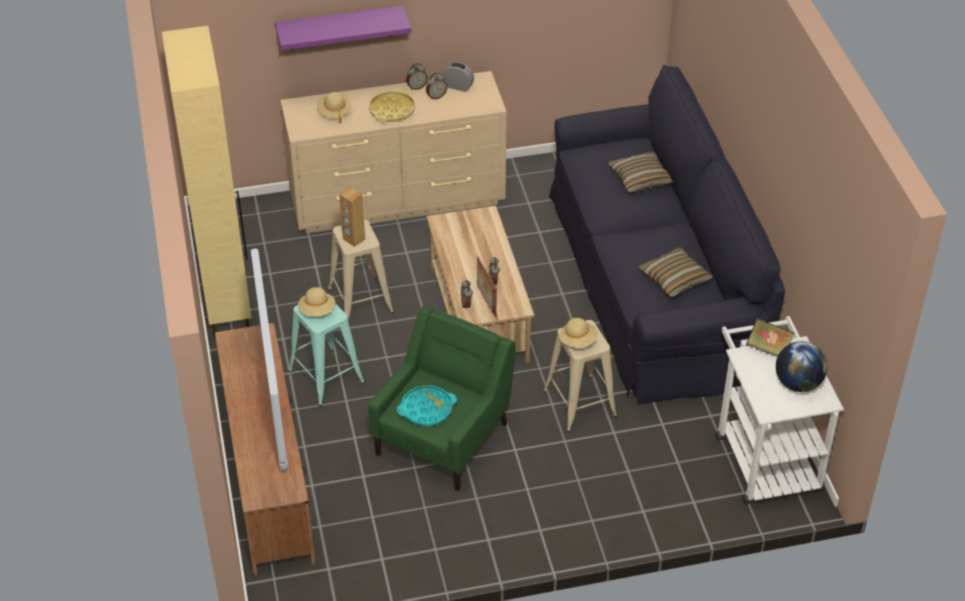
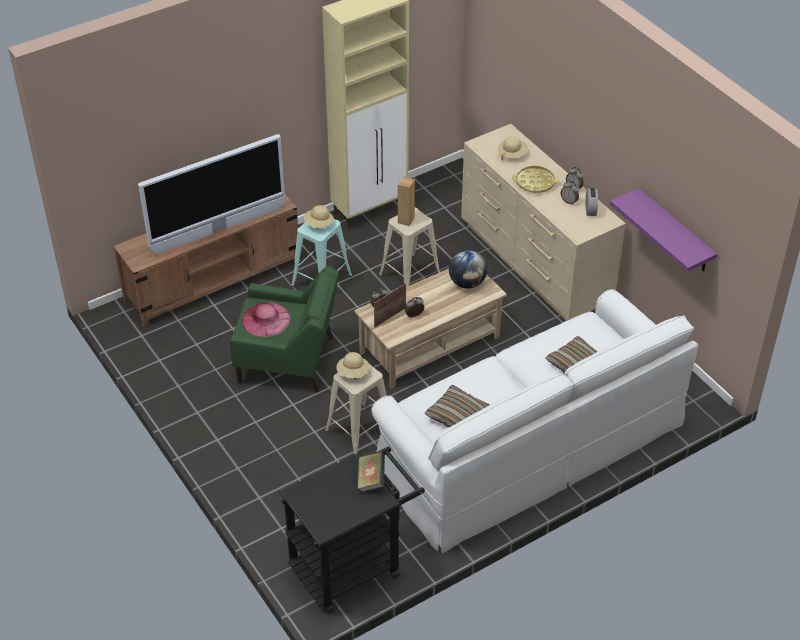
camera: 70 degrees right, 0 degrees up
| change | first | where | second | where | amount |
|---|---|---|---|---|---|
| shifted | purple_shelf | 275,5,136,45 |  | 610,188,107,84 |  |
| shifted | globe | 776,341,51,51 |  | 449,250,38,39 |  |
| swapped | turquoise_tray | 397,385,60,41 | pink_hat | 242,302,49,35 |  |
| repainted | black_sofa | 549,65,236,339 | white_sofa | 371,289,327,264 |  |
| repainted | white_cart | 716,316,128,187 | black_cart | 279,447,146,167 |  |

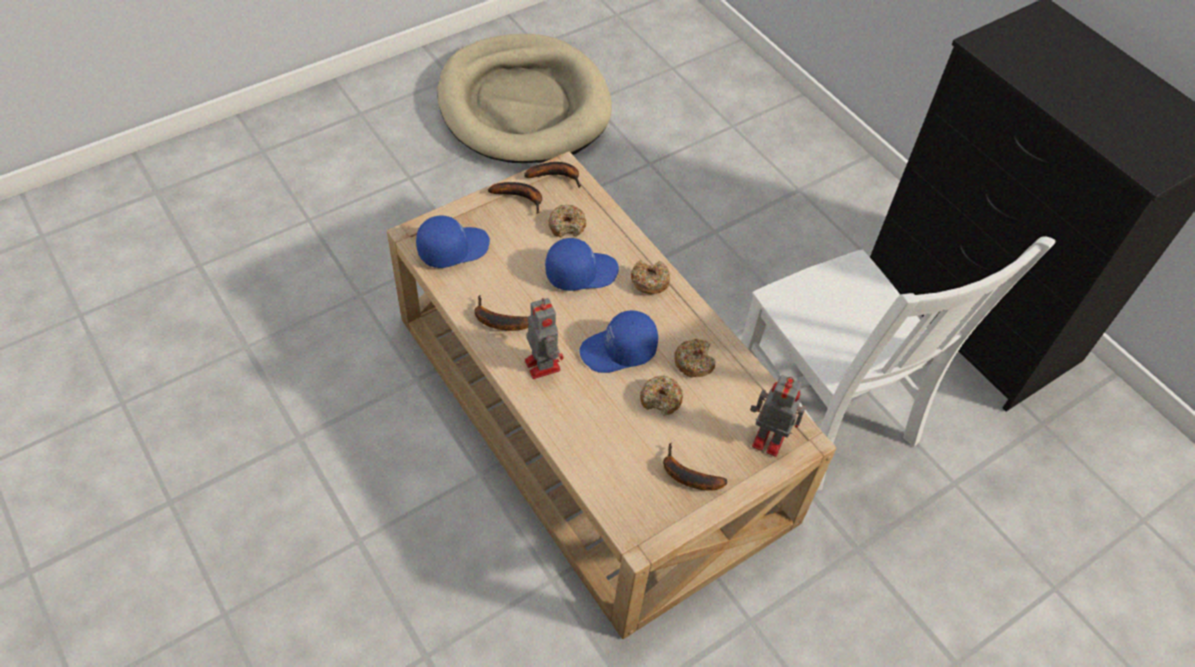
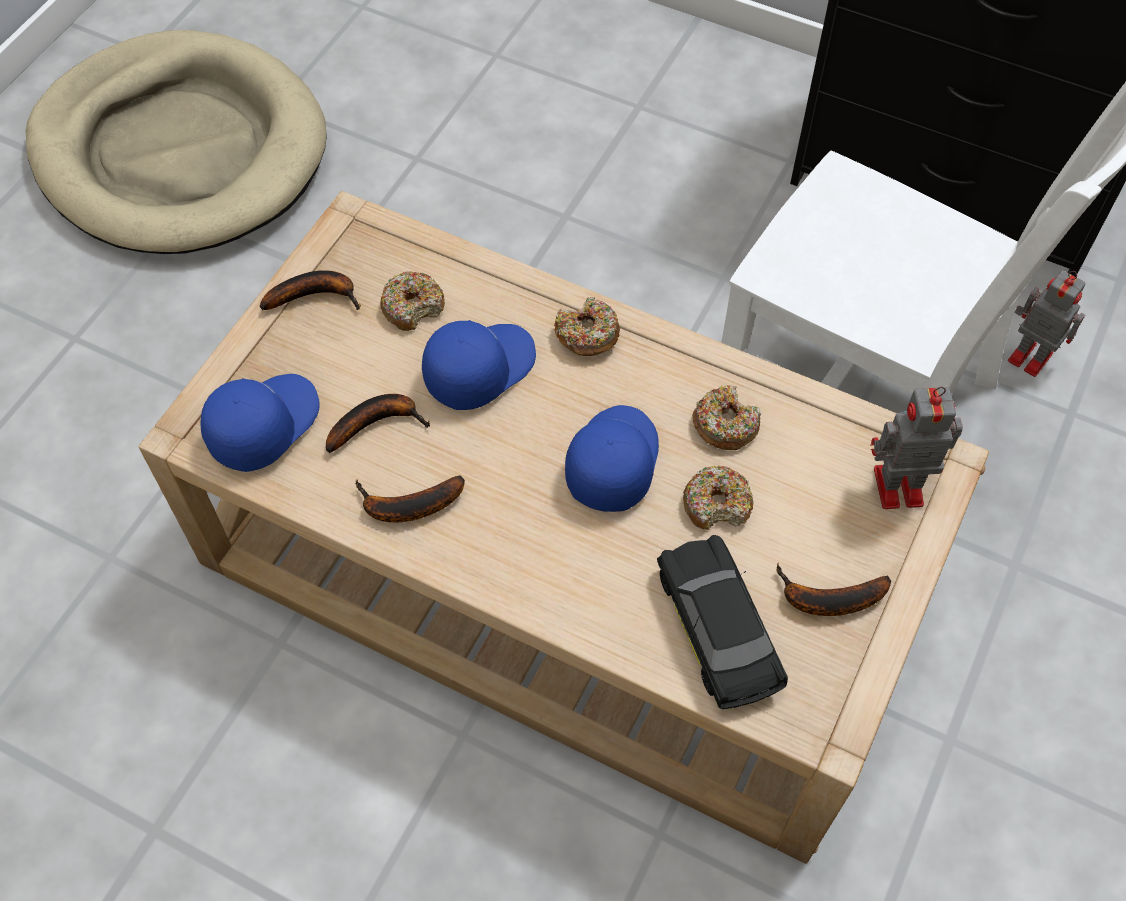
camera: 25 degrees left, 5 degrees up
| change | first | where | second | where | amount |
|---|---|---|---|---|---|
| new |  |  | black_toy_car | 657,535,131,174 |  |
| shifted | banana | 524,162,57,26 |  | 326,394,105,59 |  |
| shifted | toy_robot | 525,298,39,81 |  | 1008,270,78,107 |  |
| rotated | blue_cap | 579,310,79,63 |  | 565,405,94,107 | 150 degrees clockwise |

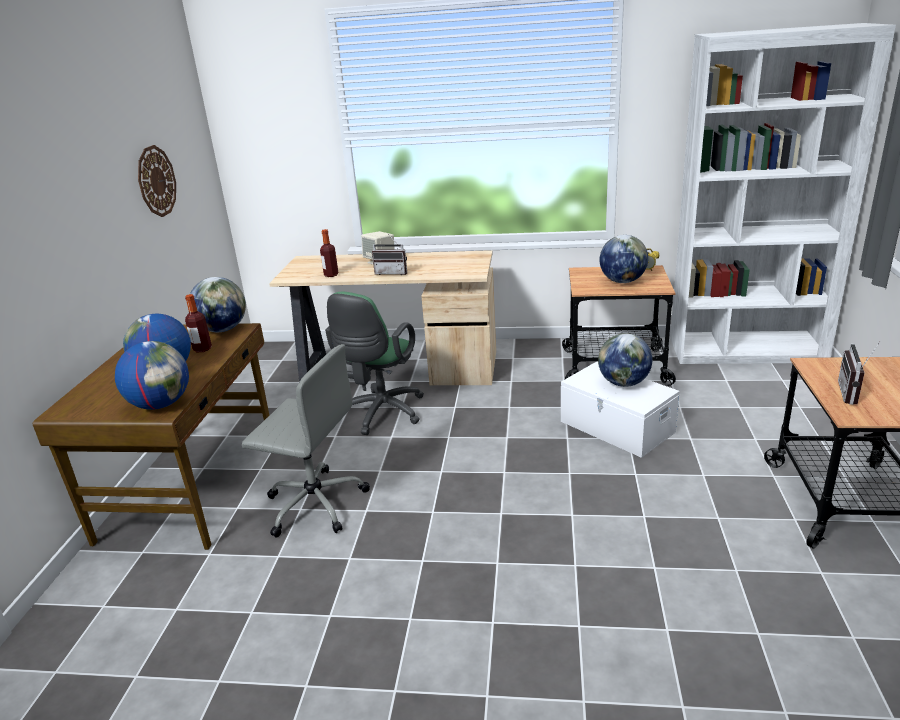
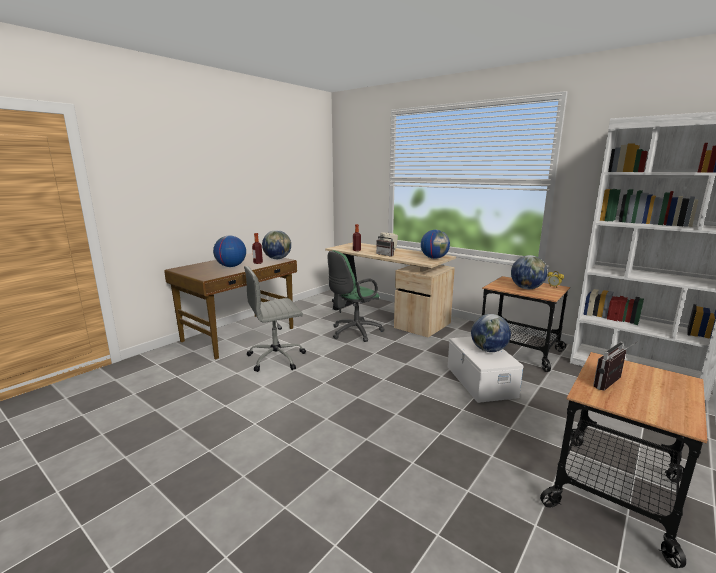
camera: 30 degrees right, 10 degrees down
| change | first | where | second | where | amount |
|---|---|---|---|---|---|
| gone | wall_clock | 138,145,38,72 |  |  |  |
| shifted | globe | 115,341,74,69 |  | 421,230,29,29 |  |
| rotated | grey_office_chair | 242,344,128,194 |  | 244,266,62,106 | 105 degrees clockwise |

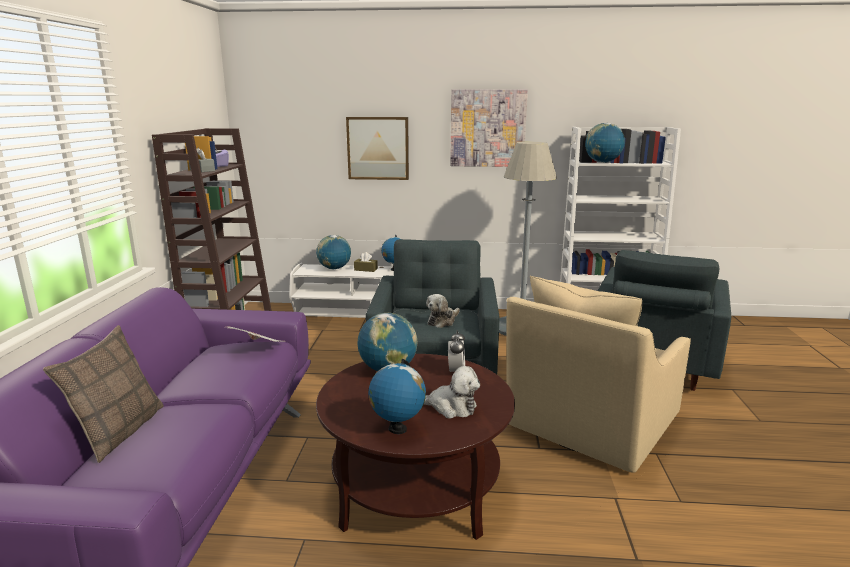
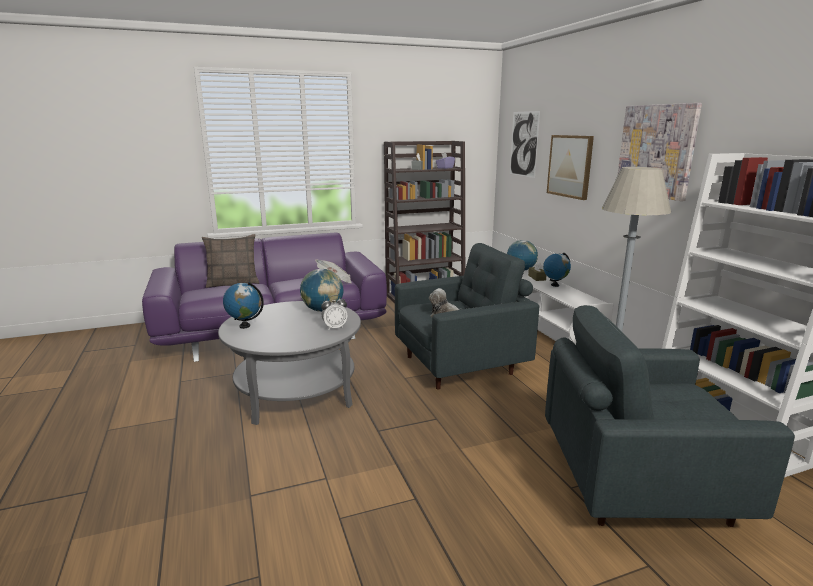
camera: 65 degrees right, 0 degrees up
| change | first | where | second | where | amount |
|---|---|---|---|---|---|
| gone | plush_toy | 424,366,56,53 |  |  |  |
| gone | beige_armchair | 506,276,185,197 |  |  |  |
| gone | globe | 585,123,40,40 |  |  |  |
| new |  |  | picture | 510,111,30,67 |  |
| repainted | brown_coffee_table | 316,354,199,186 | grey_coffee_table | 218,301,143,124 |  |

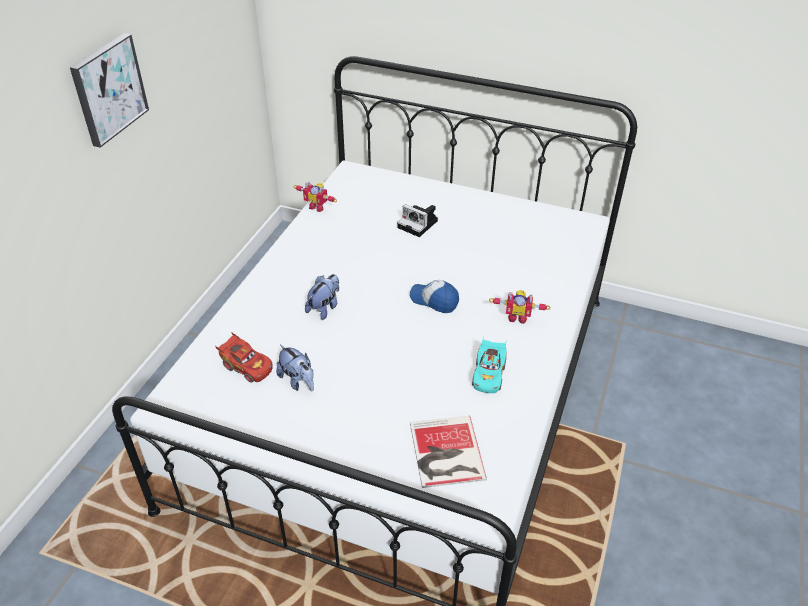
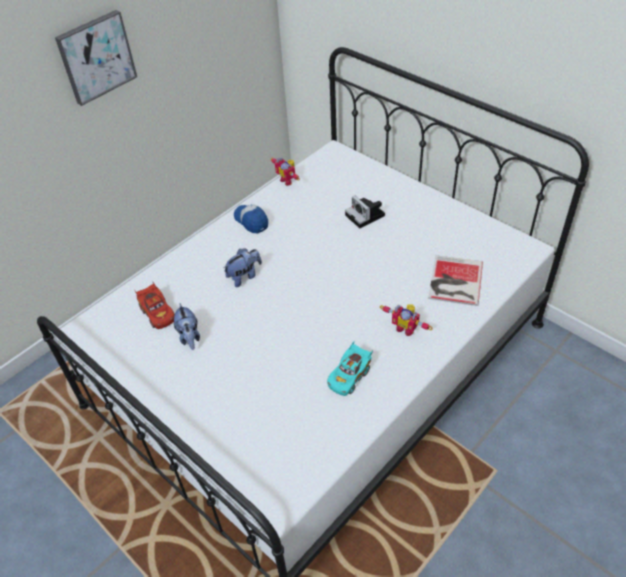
camera: 25 degrees right, 5 degrees up
| change | first | where | second | where | amount |
|---|---|---|---|---|---|
| shifted | cap | 410,280,49,33 |  | 234,204,34,29 |  |
| shifted | book | 410,416,77,72 |  | 428,255,55,51 |  |

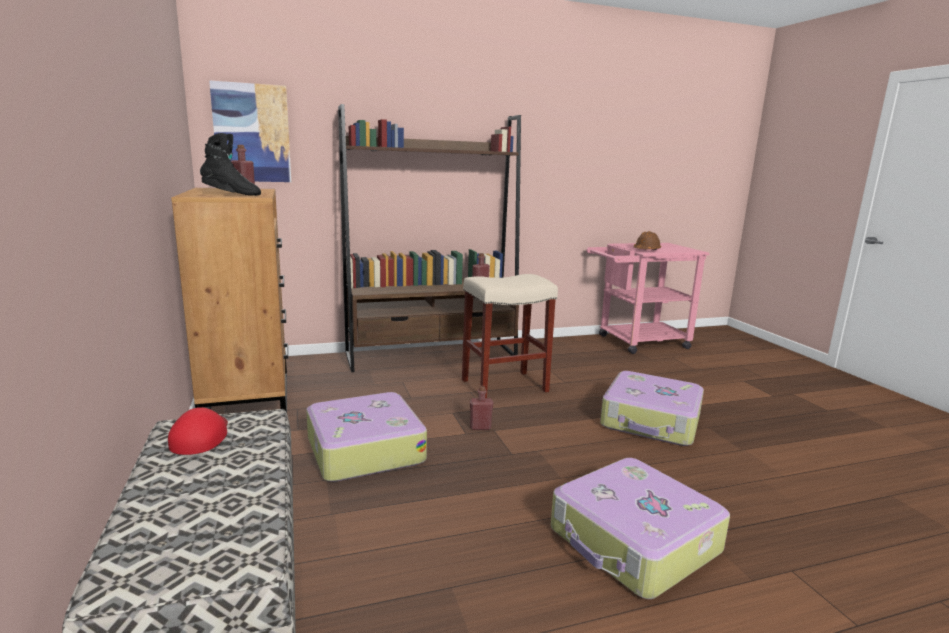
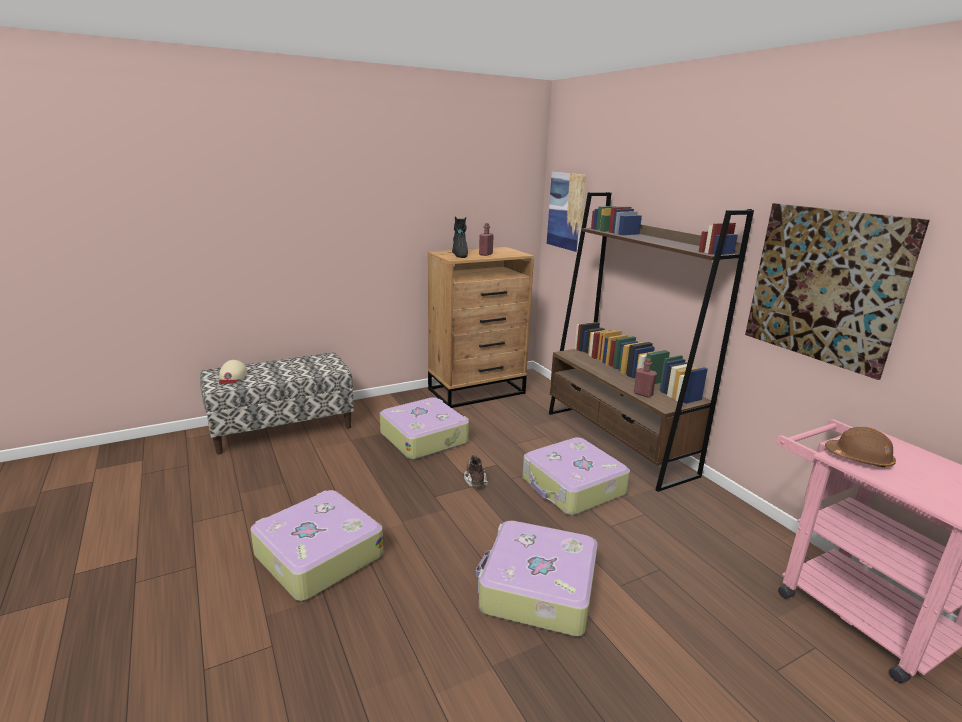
camera: 80 degrees right, 5 degrees up
| change | first | where | second | where | amount |
|---|---|---|---|---|---|
| gone | red_cap | 168,407,60,48 |  |  |  |
| new |  |  | beige_cap | 219,360,28,24 |  |
| new |  |  | picture | 745,203,185,177 |  |
| swapped | beige_stool | 462,274,96,124 | suitcase | 523,437,107,78 |  |
| swapped | red_bottle | 470,386,23,44 | brown_boot | 464,455,24,32 |  |

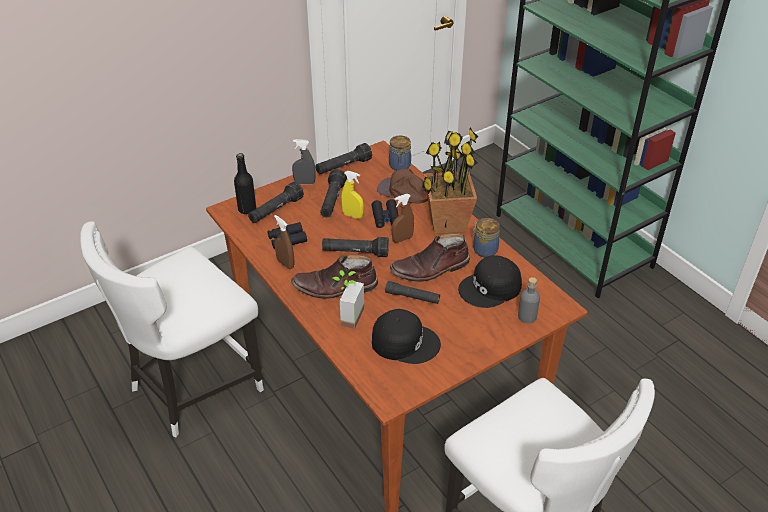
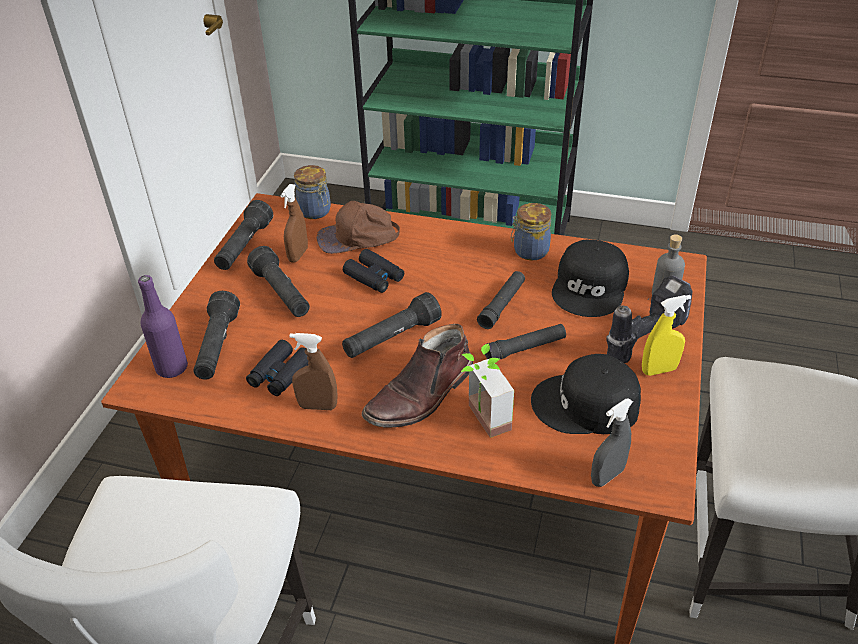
camera: 40 degrees left, 0 degrees up
| change | first | where | second | where | amount |
|---|---|---|---|---|---|
| gone | potted_plant | 422,127,56,107 |  |  |  |
| new |  |  | power_drill | 607,275,85,88 |  |
| shifted | grey_spray_bottle | 292,139,24,45 |  | 591,398,42,89 |  |
| shifted | yellow_spray_bottle | 341,171,23,48 |  | 642,295,49,81 |  |
| shifted | brown_spray_bottle | 392,194,22,49 |  | 280,184,28,79 |  |
| swapped | brown_boot | 390,233,80,49 | black_flashlight | 477,271,48,58 |  |
| repainted | black_bottle | 234,153,22,61 | purple_bottle | 138,275,50,103 |  |
| rotated | black_cap | 372,309,69,55 |  | 531,354,110,80 | 150 degrees counterclockwise |

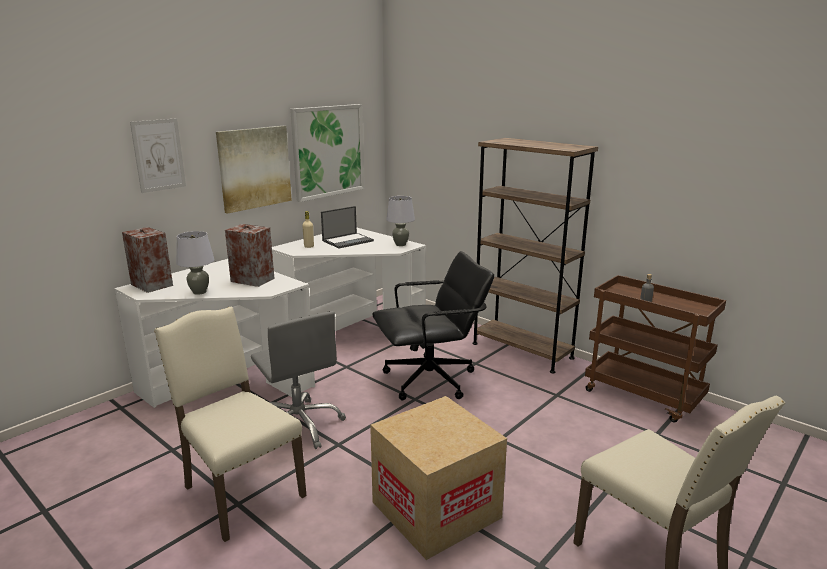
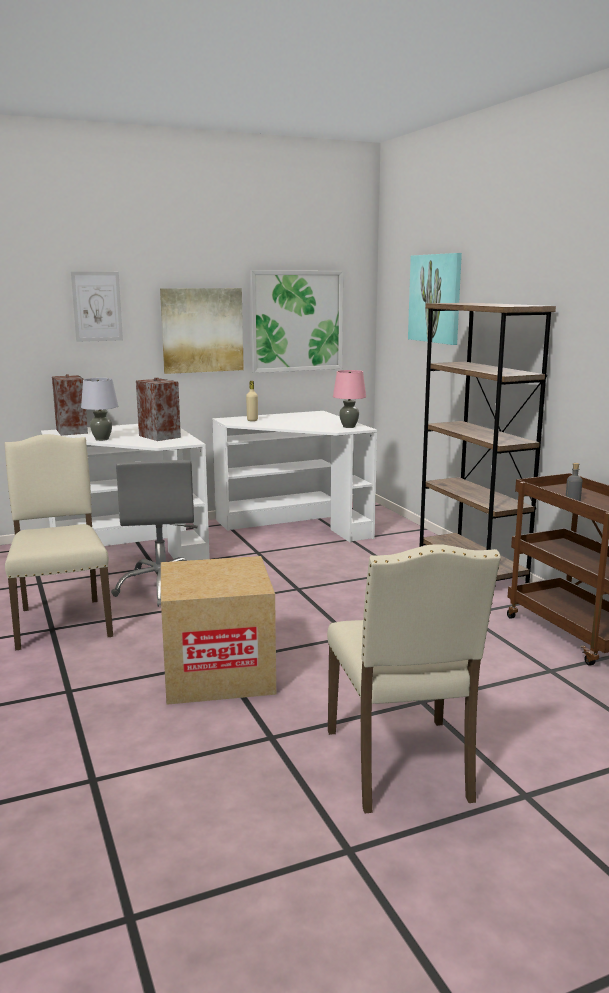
camera: 25 degrees right, 5 degrees down
| change | first | where | second | where | amount |
|---|---|---|---|---|---|
| gone | laptop | 321,206,53,42 |  |  |  |
| gone | black_office_chair | 372,251,122,150 |  |  |  |
| new |  |  | picture | 408,253,54,92 |  |
| repainted | grey_table_lamp | 386,196,29,50 | pink_table_lamp | 333,370,33,58 |  |

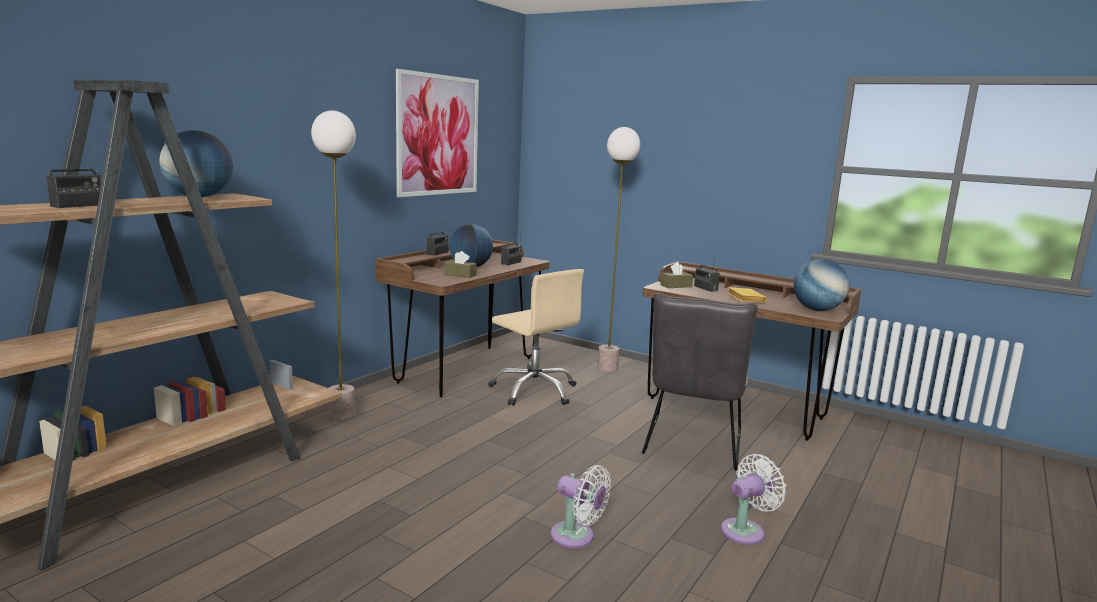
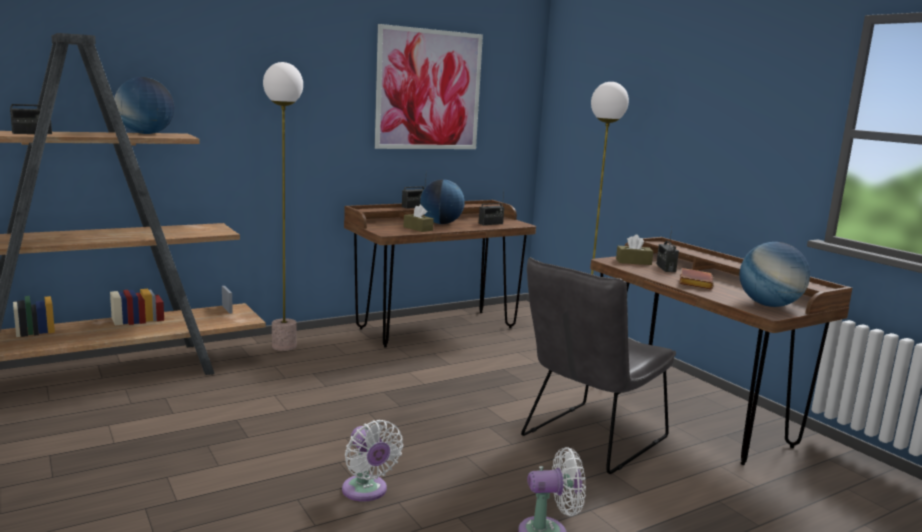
camera: 25 degrees right, 0 degrees up
| change | first | where | second | where | amount |
|---|---|---|---|---|---|
| gone | beige_office_chair | 488,269,96,137 |  |  |  |
| repainted | yellow_book | 728,287,39,16 | brown_book | 680,268,34,21 |  |

